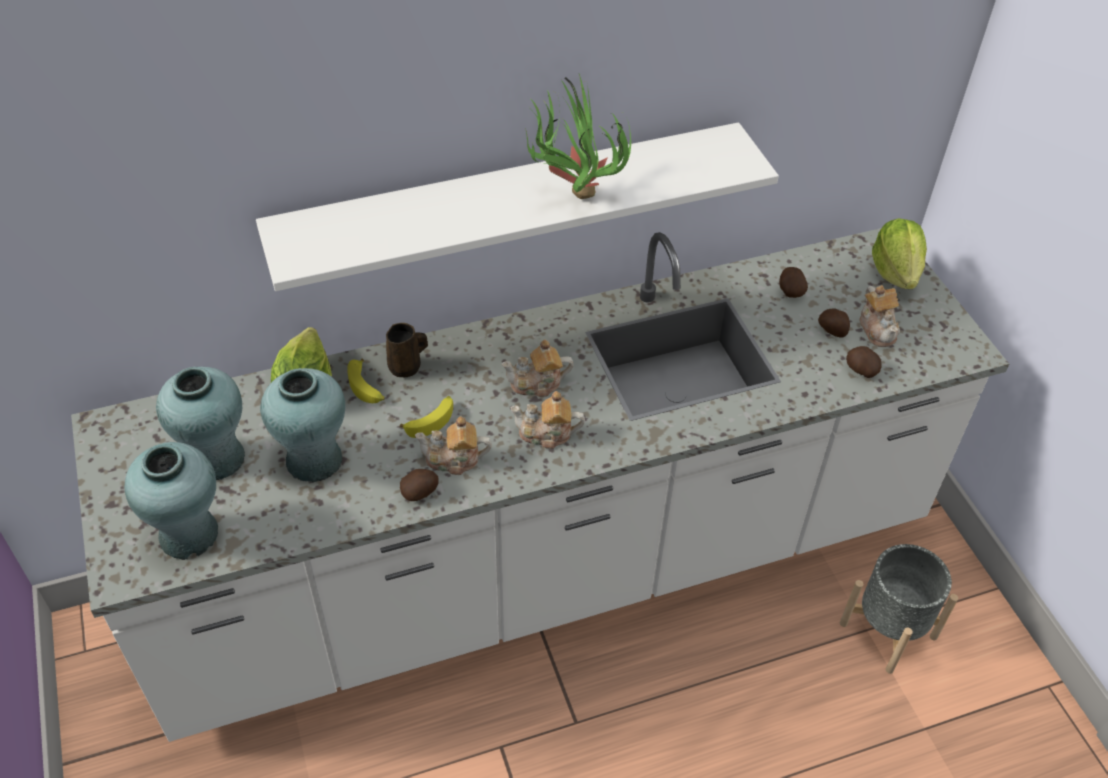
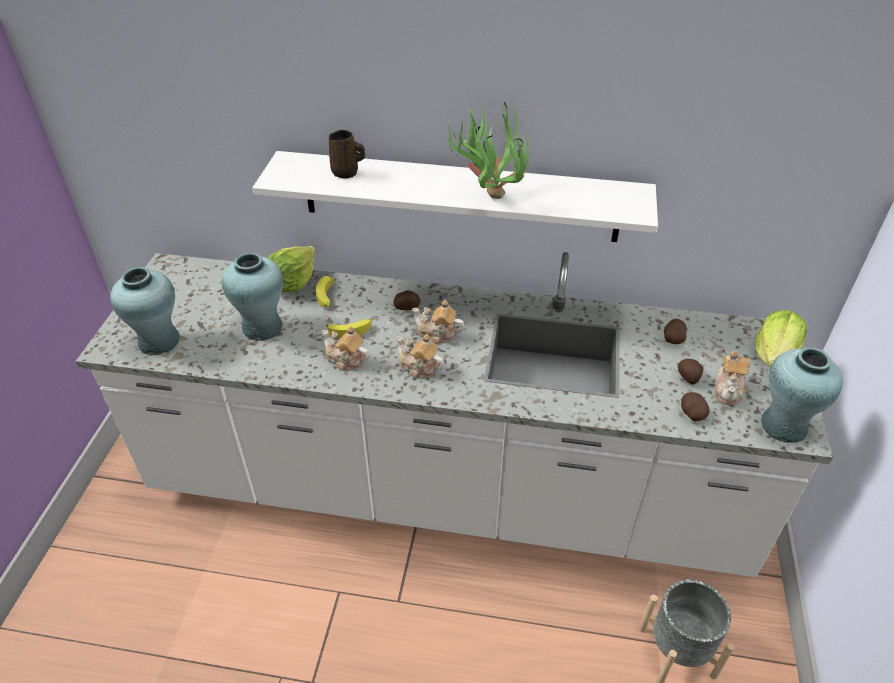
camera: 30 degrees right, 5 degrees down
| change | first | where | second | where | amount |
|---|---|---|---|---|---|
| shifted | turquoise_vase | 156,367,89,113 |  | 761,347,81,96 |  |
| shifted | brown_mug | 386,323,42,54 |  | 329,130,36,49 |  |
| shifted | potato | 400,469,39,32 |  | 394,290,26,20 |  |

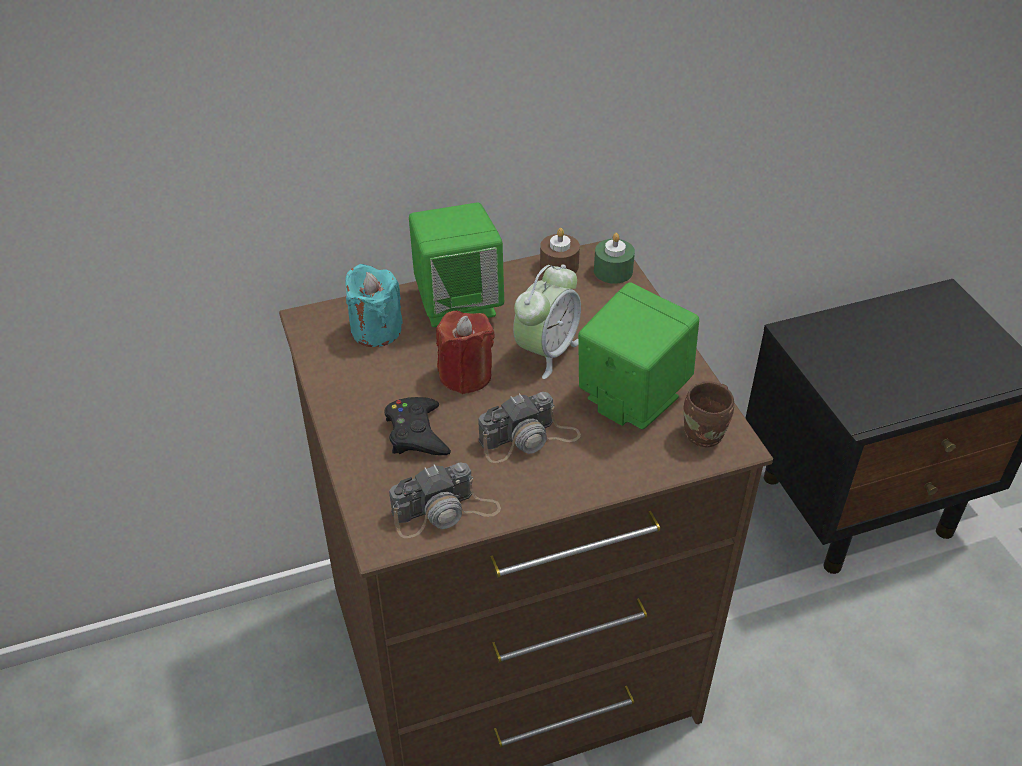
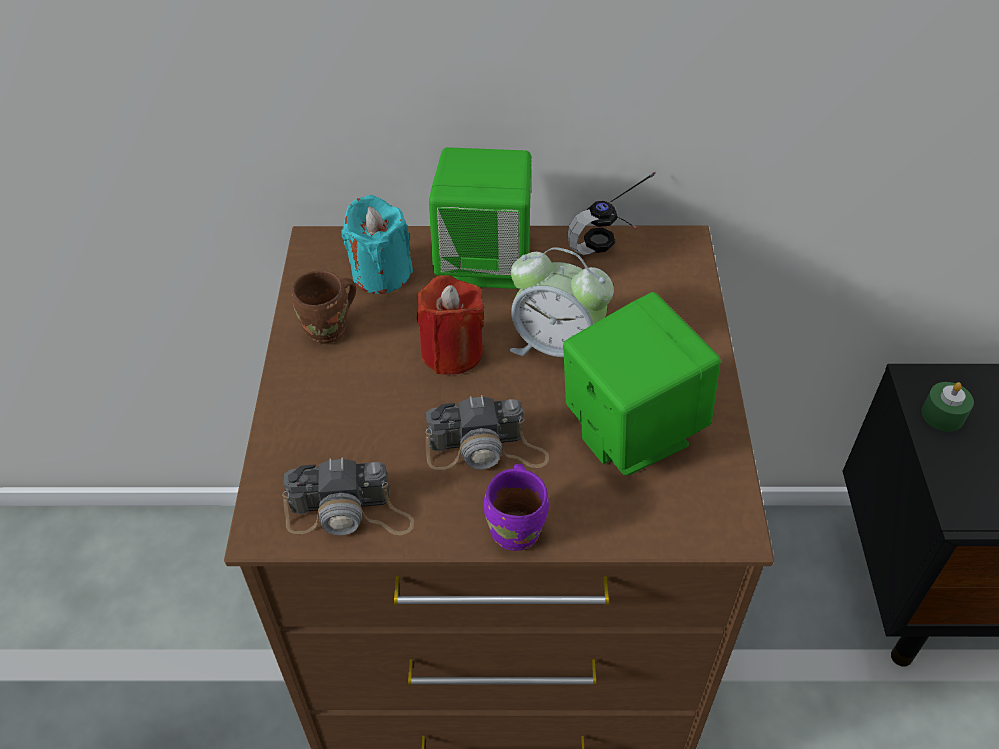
camera: 20 degrees right, 5 degrees up
| change | first | where | second | where | amount |
|---|---|---|---|---|---|
| gone | black_game_controller | 385,397,66,58 |  |  |  |
| new |  |  | purple_mug | 484,464,65,87 |  |
| shifted | green_candle | 594,233,41,51 |  | 921,382,53,50 |  |
| shifted | brown_mug | 683,381,51,66 |  | 292,270,64,74 |  |
| swapped | brown_candle | 540,228,40,45 | headphones | 568,172,88,83 |  |
| rotated | alarm_clock | 513,264,68,115 |  | 510,247,104,110 | 60 degrees clockwise |

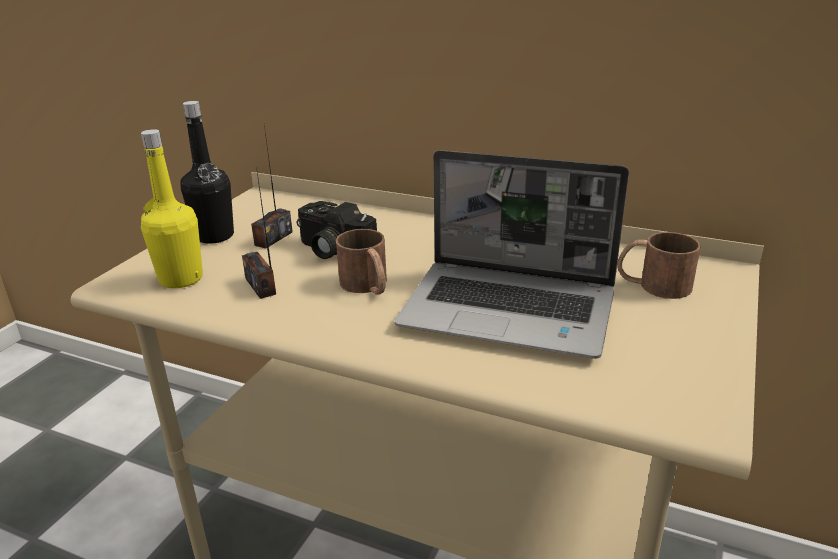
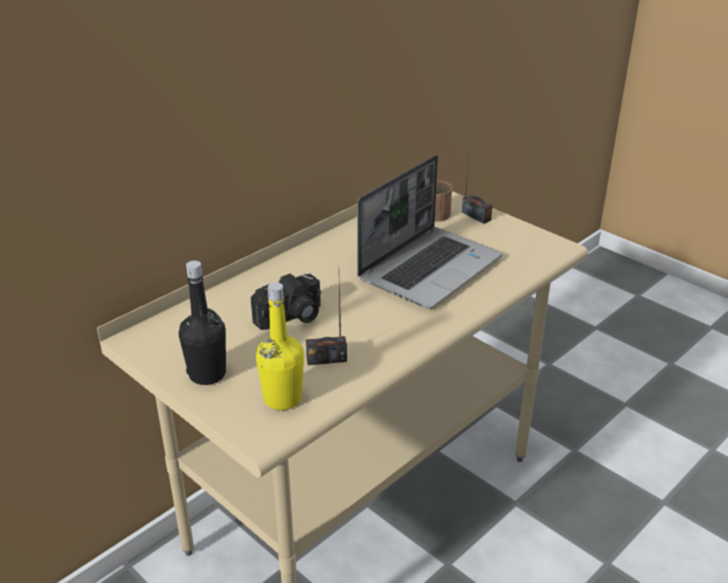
camera: 70 degrees left, 5 degrees up
| change | first | where | second | where | amount |
|---|---|---|---|---|---|
| gone | brown_mug | 336,229,51,66 |  |  |  |
| shifted | radio | 251,125,42,124 |  | 462,142,31,82 |  |

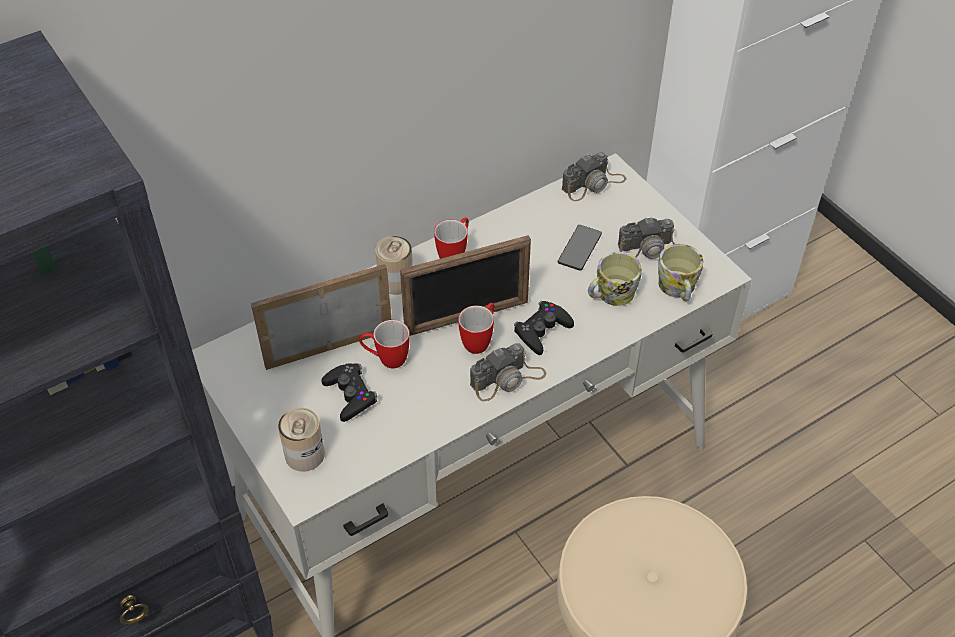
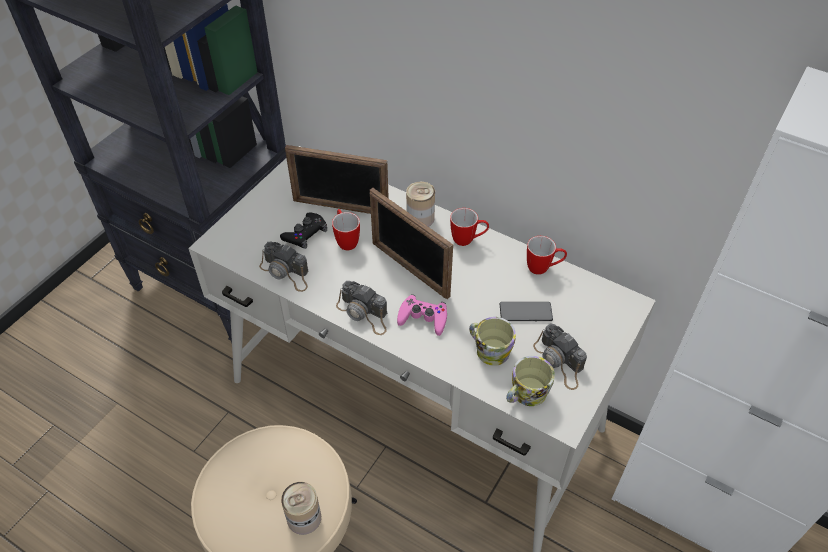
camera: 65 degrees right, 0 degrees up
| change | first | where | second | where | amount |
|---|---|---|---|---|---|
| shifted | can | 278,407,47,65 |  | 281,482,40,53 |  |
| shifted | mug | 458,303,37,51 |  | 527,236,40,39 |  |
| shifted | photo_camera | 562,152,64,49 |  | 259,241,50,51 |  |
| repainted | black_game_controller | 514,301,60,54 | pink_game_controller | 397,294,50,42 |  |
| rotated | picture_frame | 251,264,140,106 |  | 285,145,104,69 | 150 degrees clockwise |

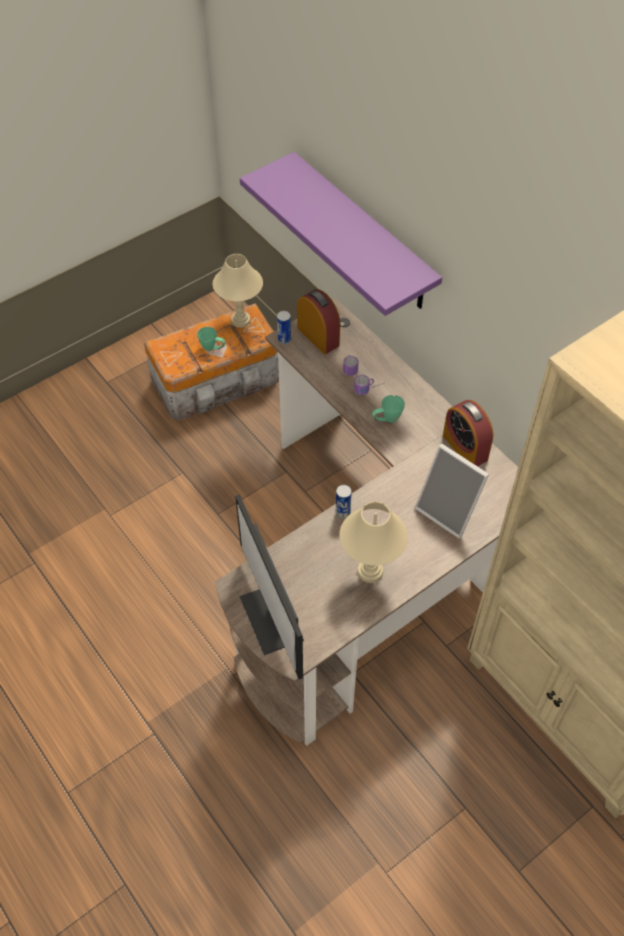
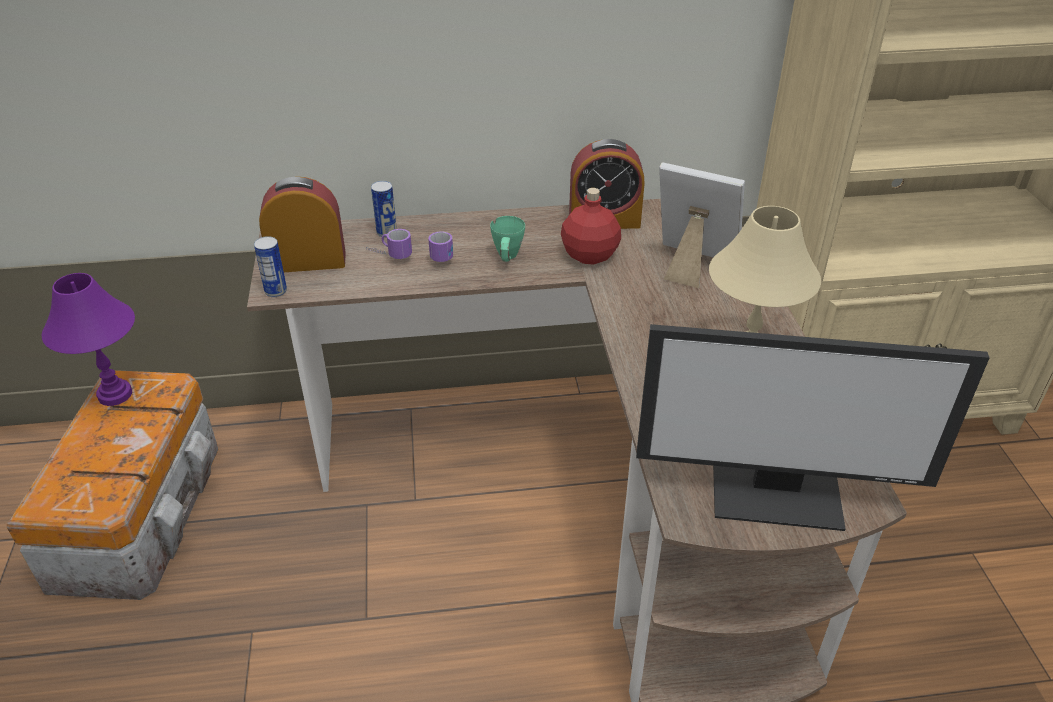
camera: 60 degrees left, 15 degrees down
| change | first | where | second | where | amount |
|---|---|---|---|---|---|
| gone | green_mug | 197,327,28,24 |  |  |  |
| gone | purple_shelf | 240,152,202,164 |  |  |  |
| new |  |  | red_bottle | 561,188,60,77 |  |
| shifted | can | 336,485,16,33 |  | 371,181,26,57 |  |
| repainted | beige_table_lamp | 213,254,50,74 | purple_table_lamp | 42,273,93,133 |  |
| rotated | picture_frame | 415,444,74,95 |  | 659,162,86,126 | 135 degrees counterclockwise |

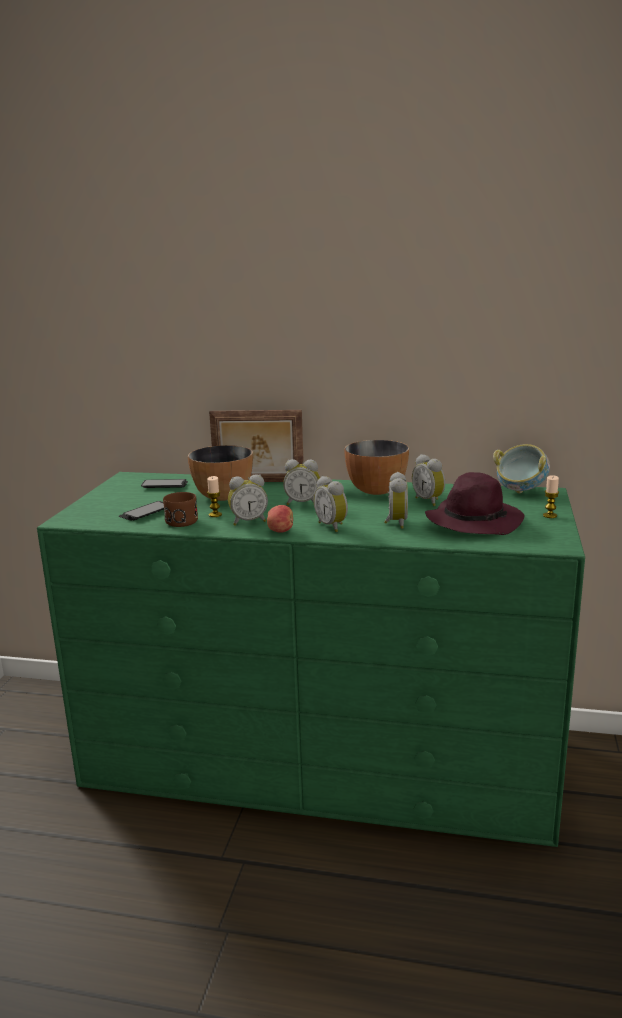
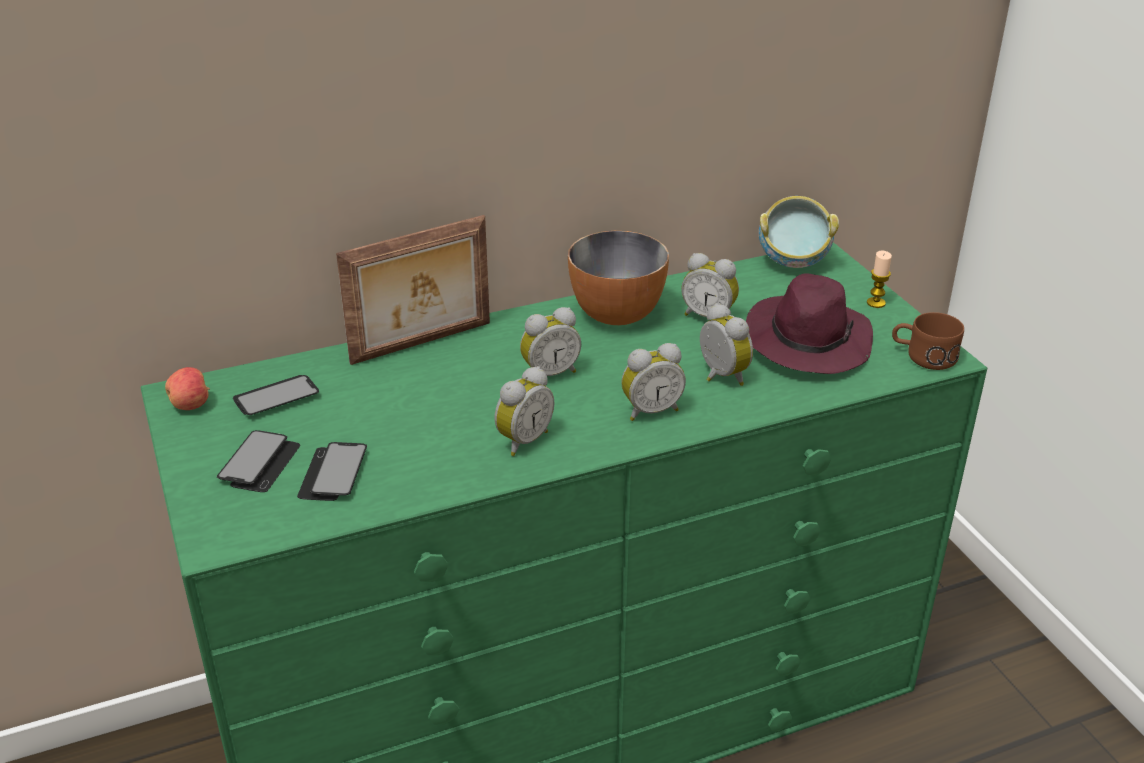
camera: 35 degrees left, 15 degrees up
| change | first | where | second | where | amount |
|---|---|---|---|---|---|
| gone | bowl | 188,445,65,56 |  |  |  |
| gone | candle | 207,476,15,41 |  |  |  |
| new |  |  | phone | 217,430,83,62 |  |
| shifted | brown_mug | 163,492,35,35 |  | 892,312,72,58 |  |
| shifted | apple | 267,505,26,27 |  | 165,367,45,43 |  |
| rotated | alarm_clock | 313,476,35,56 |  | 621,343,65,78 | 45 degrees counterclockwise |

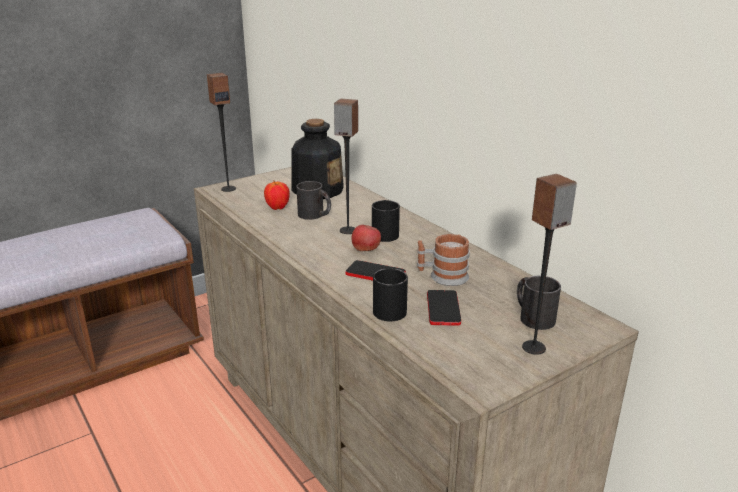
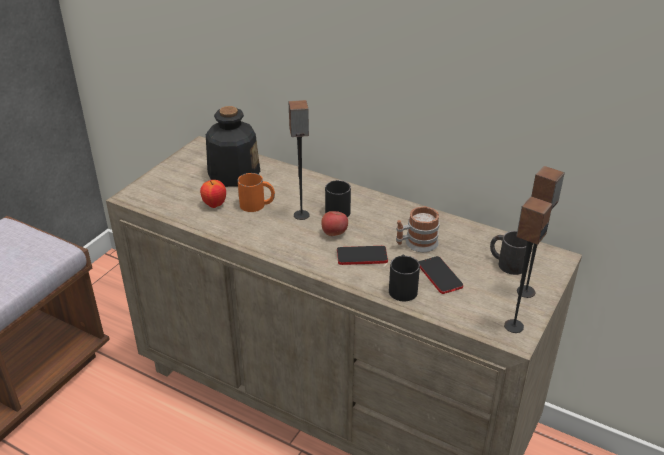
camera: 25 degrees left, 10 degrees up
| change | first | where | second | where | amount |
|---|---|---|---|---|---|
| shifted | speaker | 207,73,29,119 |  | 504,196,48,137 |  |
| repainted | black_mug | 296,181,35,39 | orange_mug | 238,173,37,39 |  |

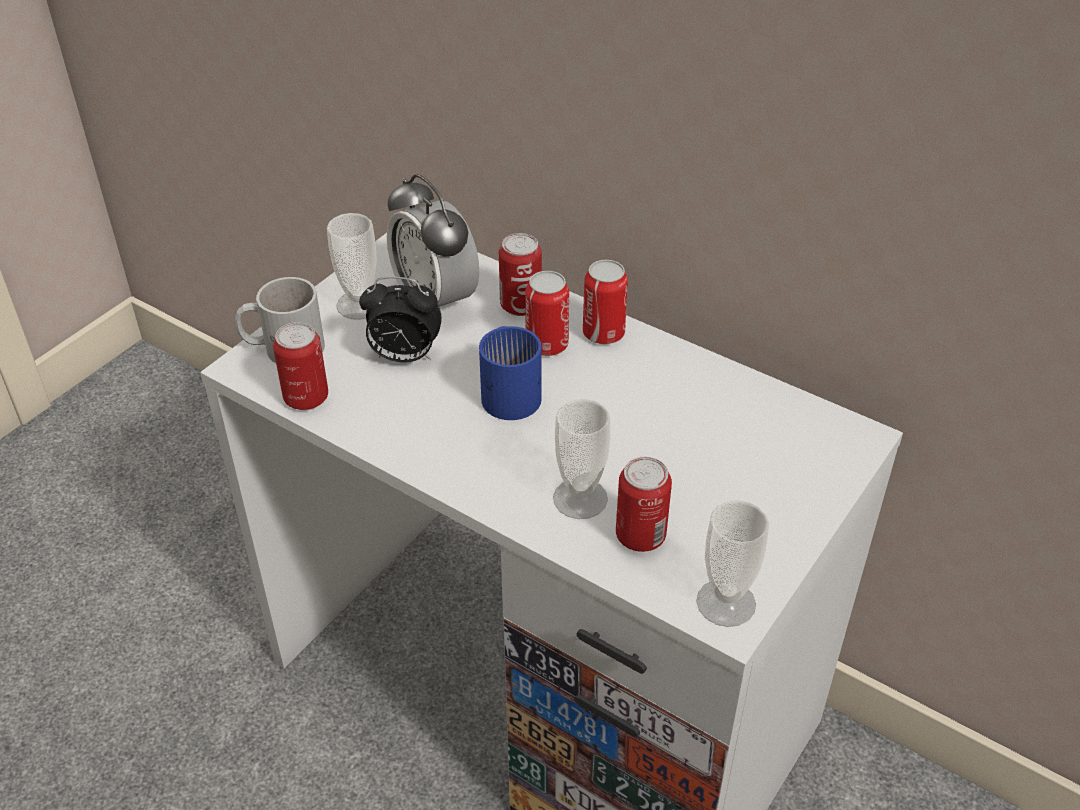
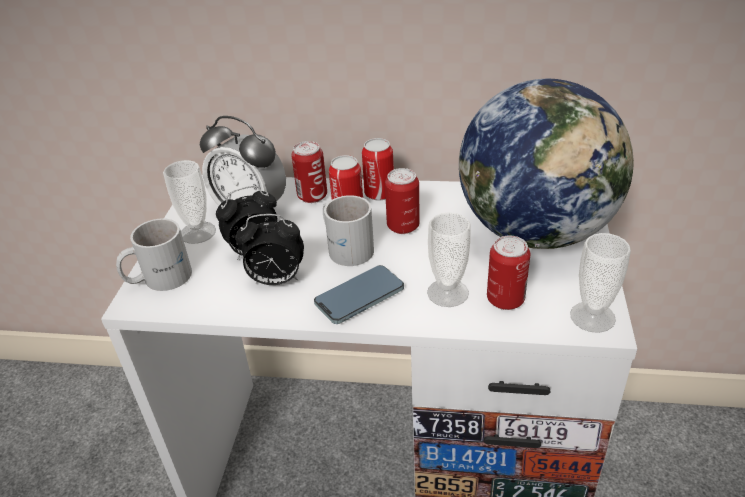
camera: 25 degrees left, 5 degrees down
| change | first | where | second | where | amount |
|---|---|---|---|---|---|
| new |  |  | alarm_clock | 235,214,69,71 |  |
| new |  |  | phone | 314,265,90,59 |  |
| new |  |  | globe | 459,78,175,171 |  |
| shifted | can | 273,322,55,88 |  | 385,168,35,66 |  |
| repainted | blue_mug | 479,326,63,94 | white_mug | 323,195,51,71 |  |

